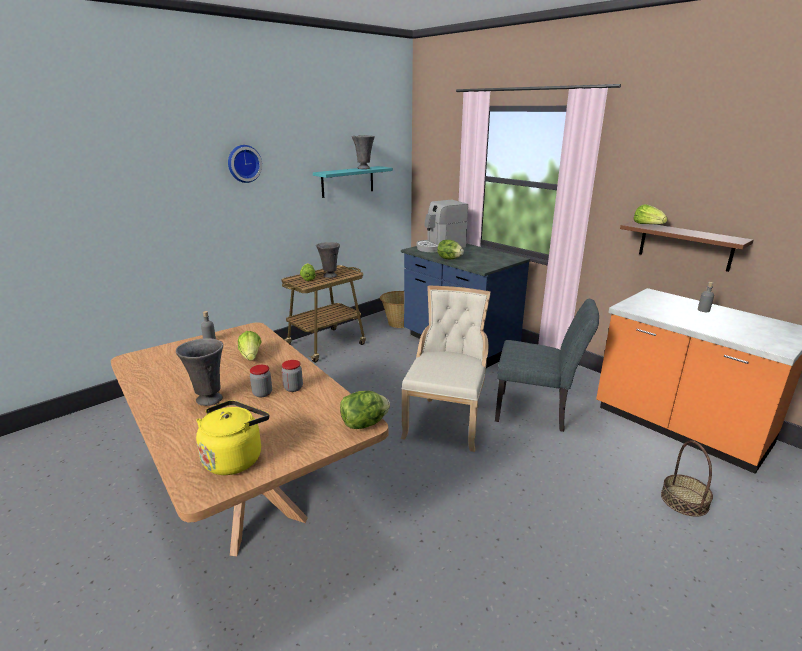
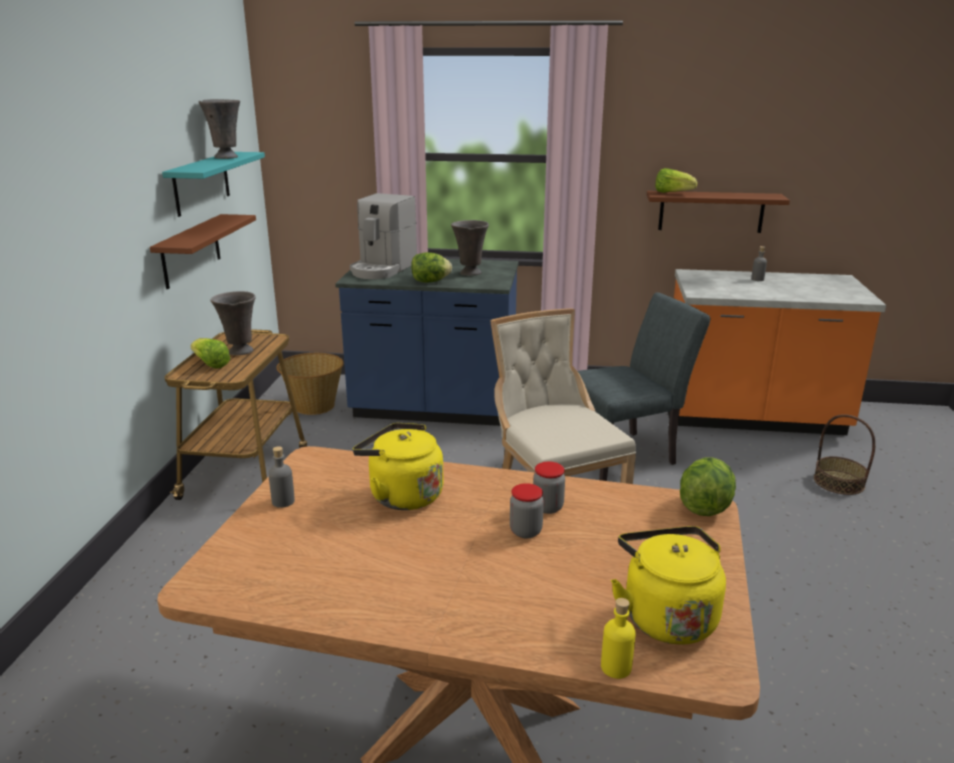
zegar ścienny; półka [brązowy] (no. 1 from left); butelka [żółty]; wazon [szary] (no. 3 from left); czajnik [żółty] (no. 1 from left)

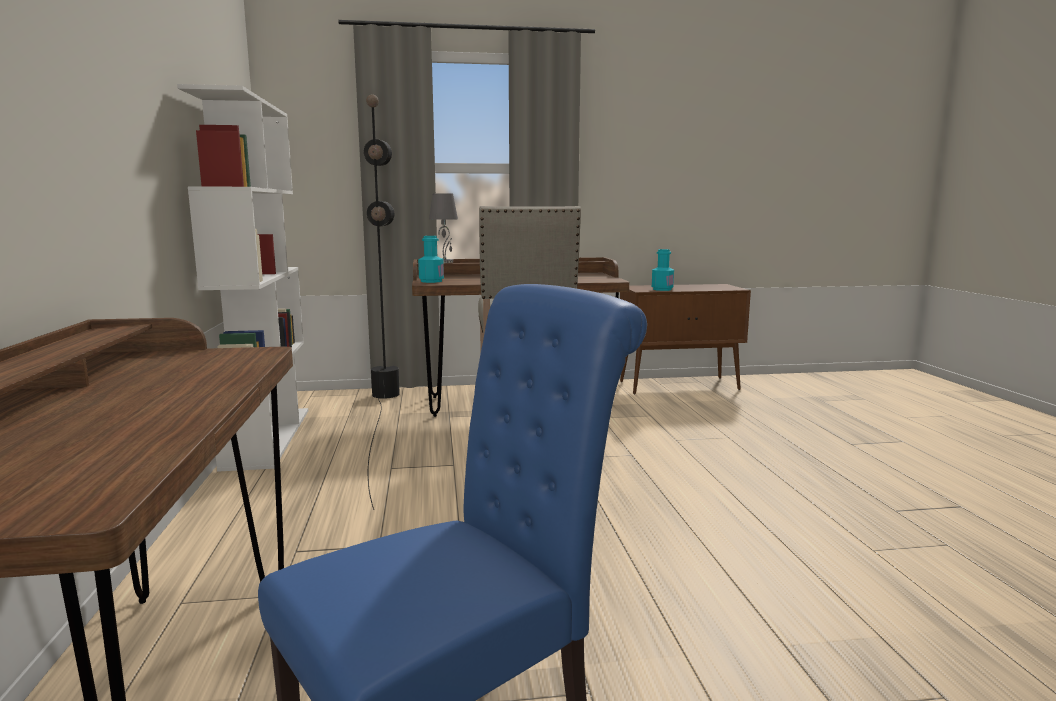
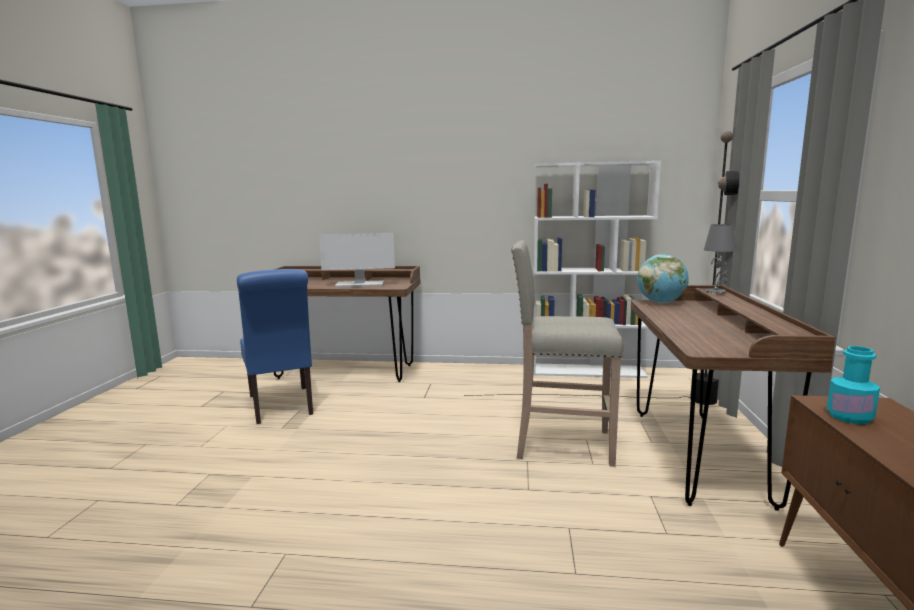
monitor; globus

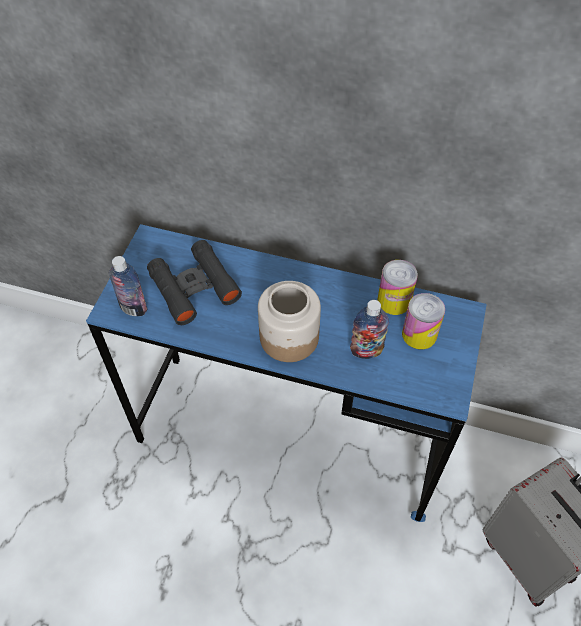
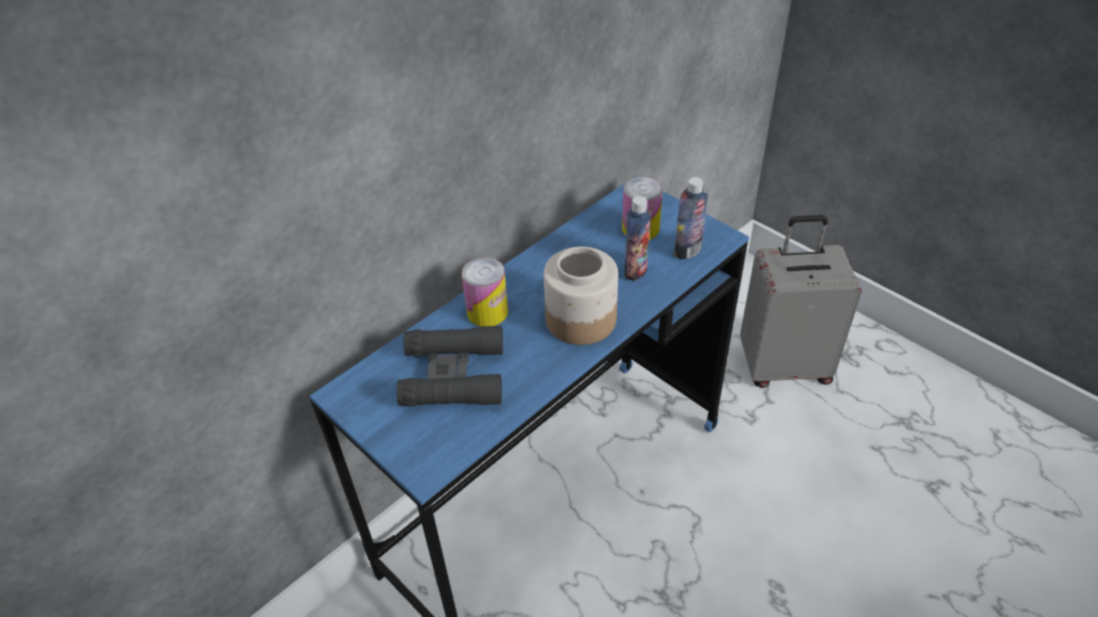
butelka (no. 2 from left); puszka (no. 1 from left)

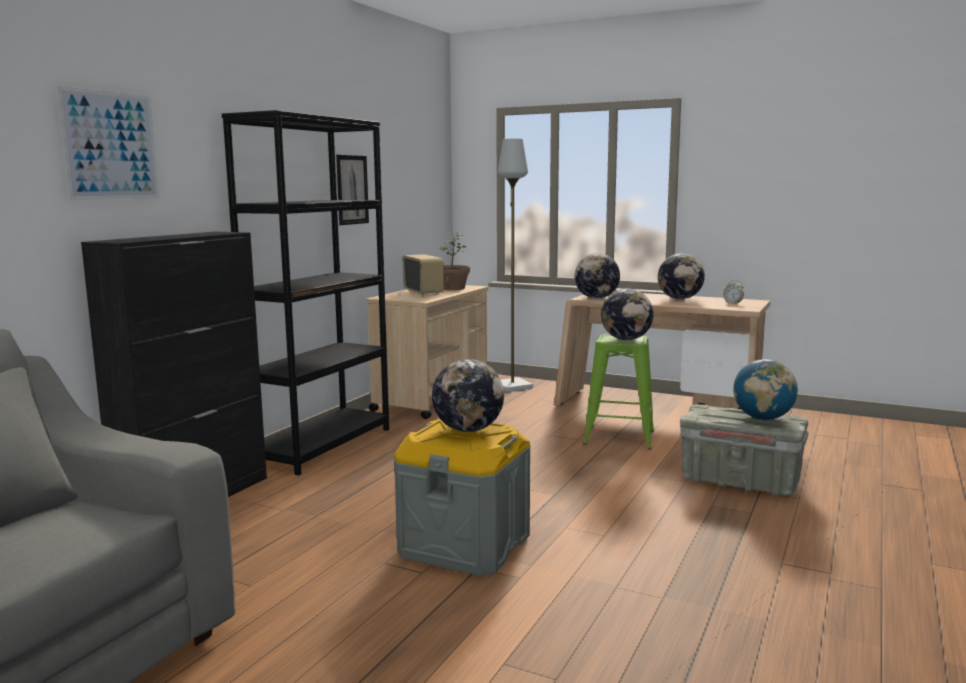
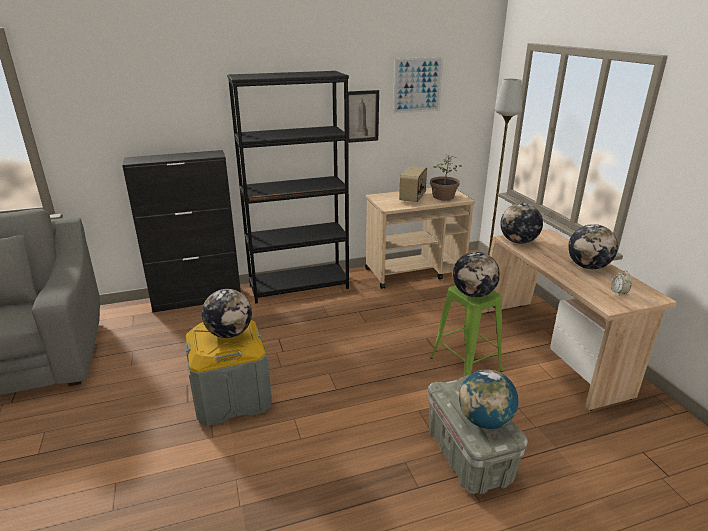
obraz (no. 2 from left)

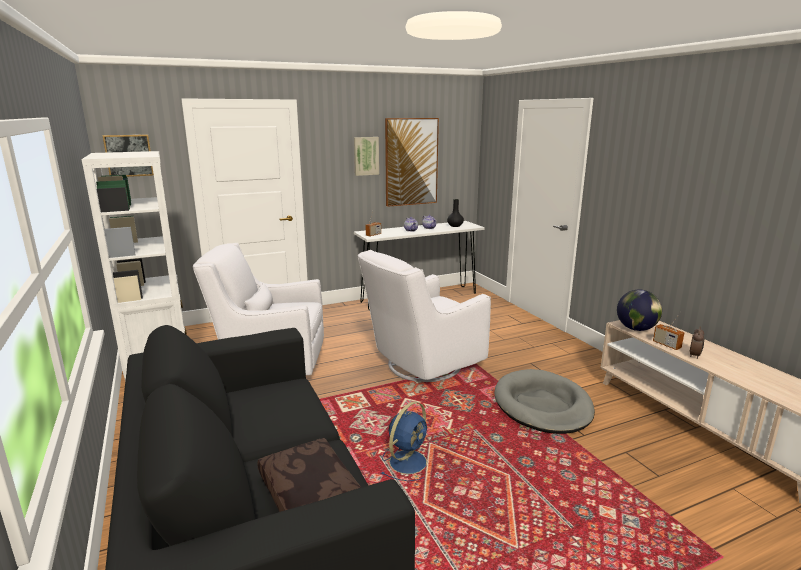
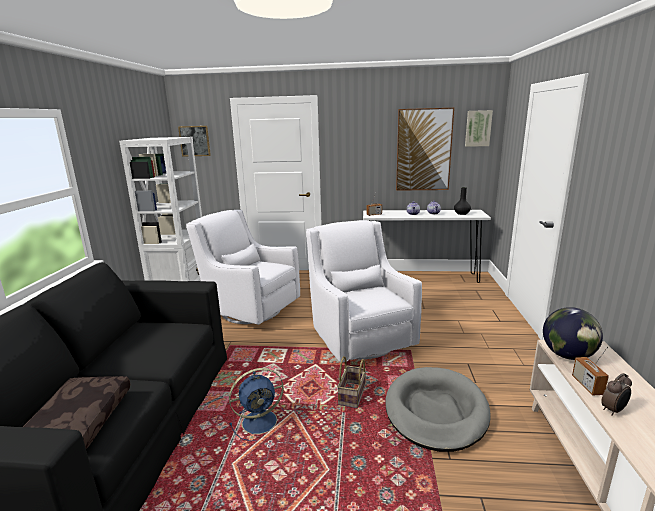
koszyk; obraz (no. 3 from left); fotel [biały] (no. 2 from left)

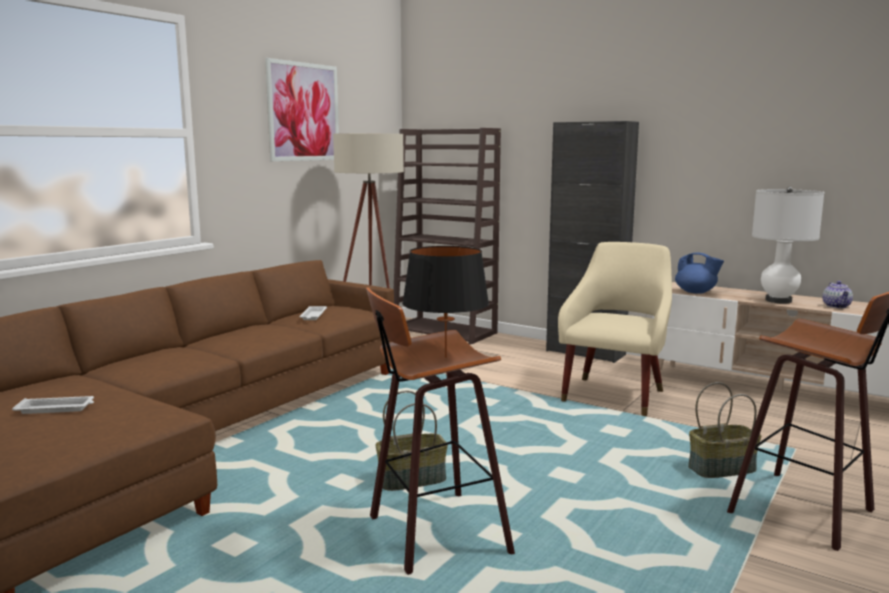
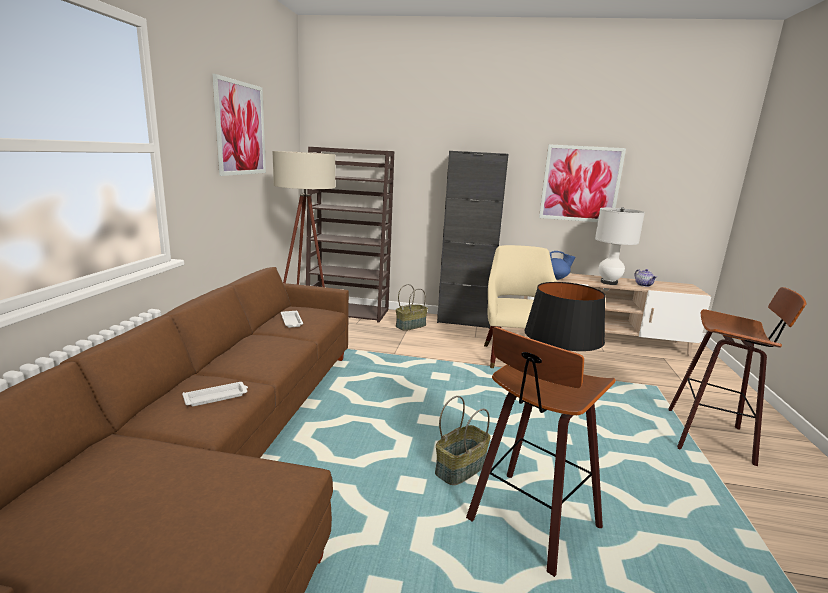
obraz (no. 2 from left); taca [biały] (no. 1 from left); koszyk (no. 1 from left)

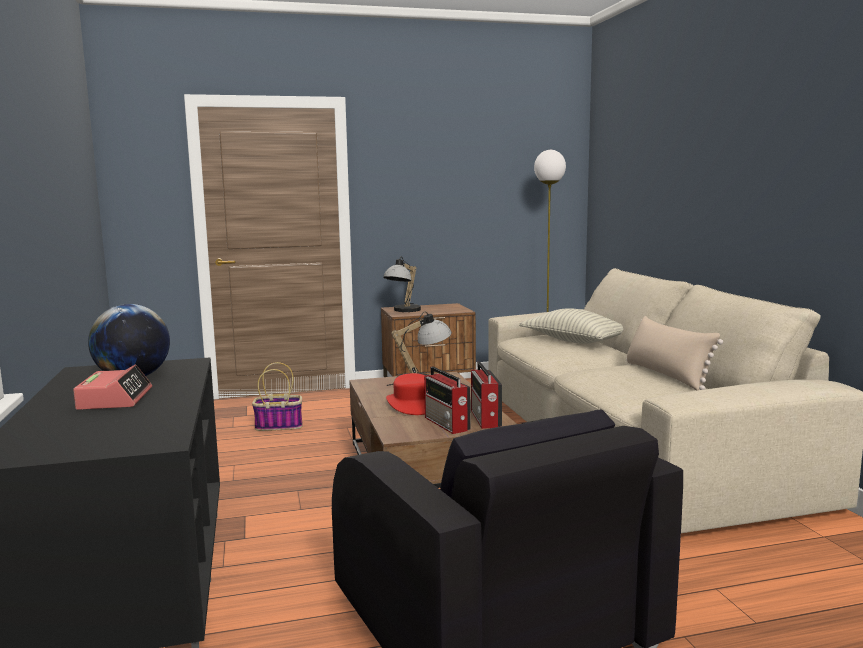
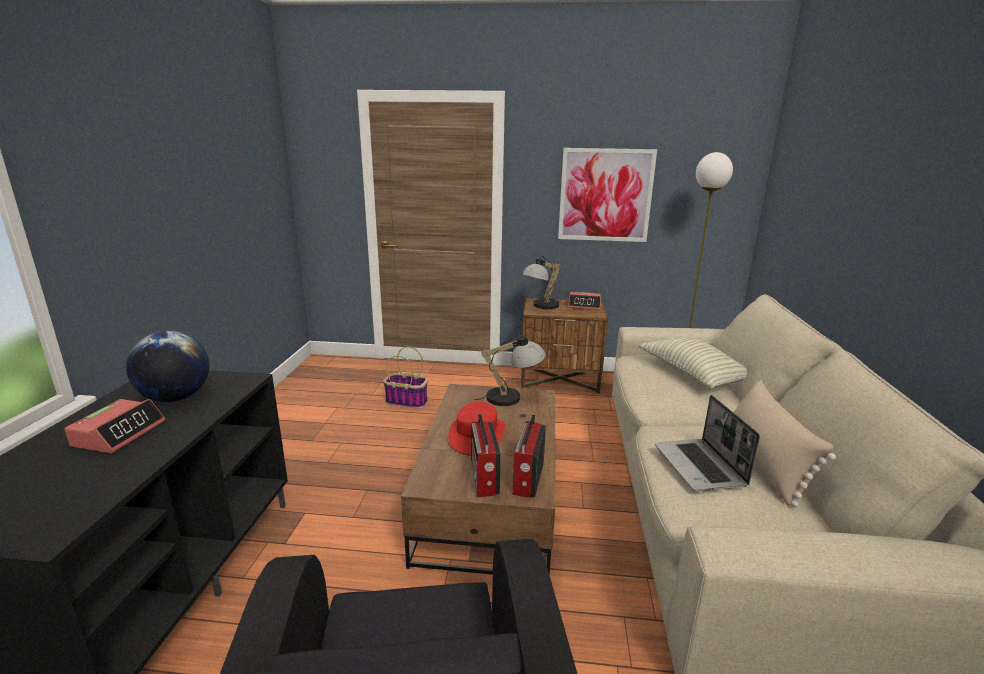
obraz; budzik (no. 2 from left); laptop

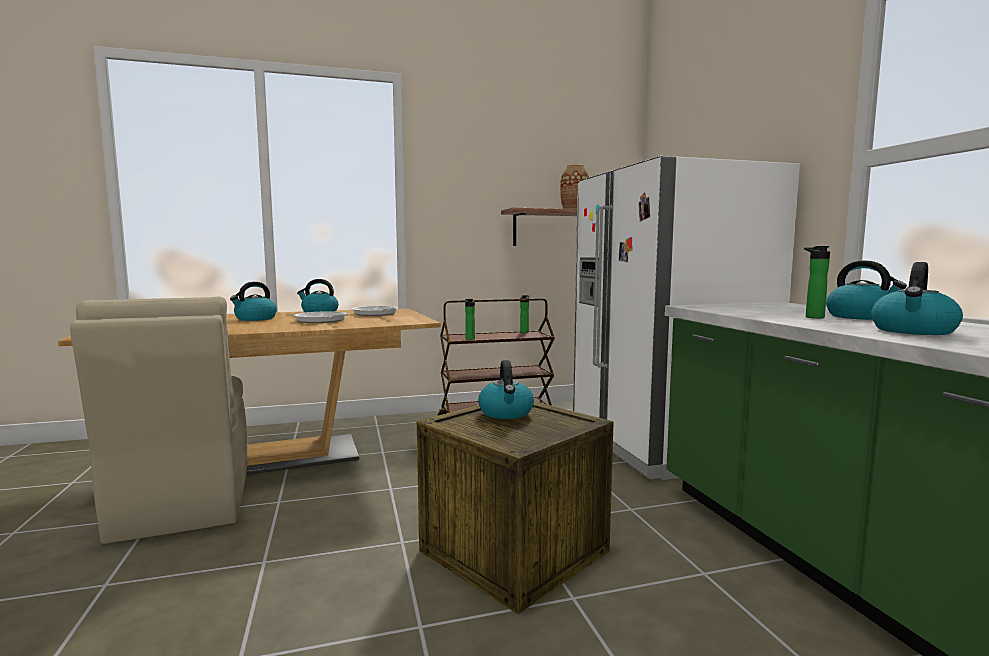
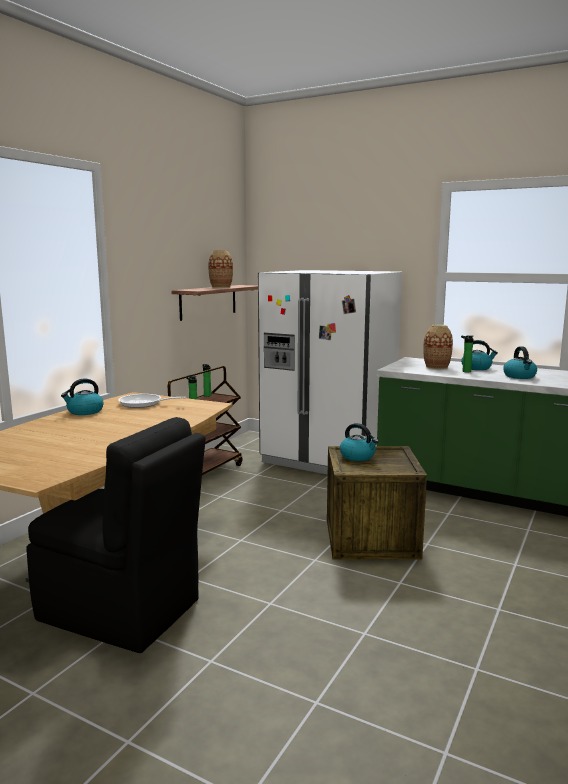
czajnik (no. 1 from left in the first image); patelnia (no. 1 from left in the first image); wazon (no. 2 from left); krzesło [czarny]

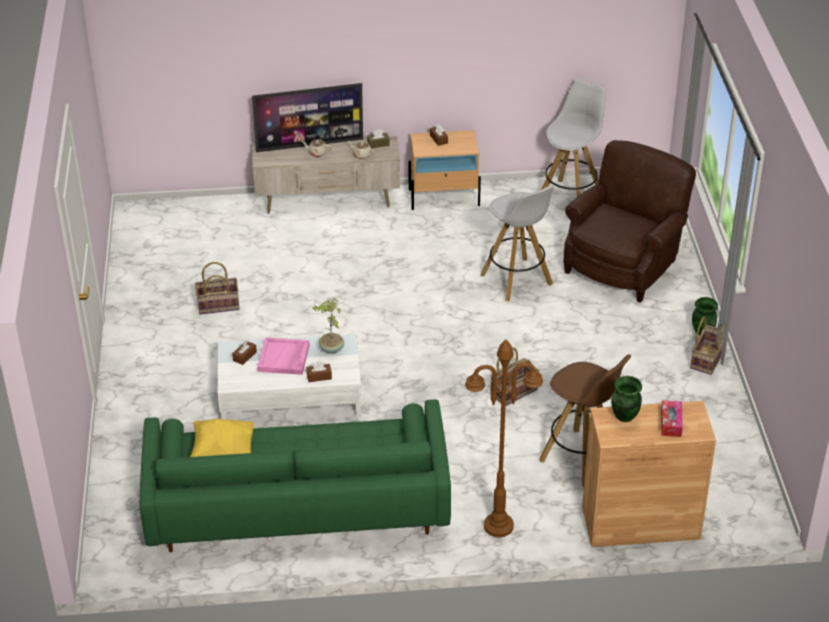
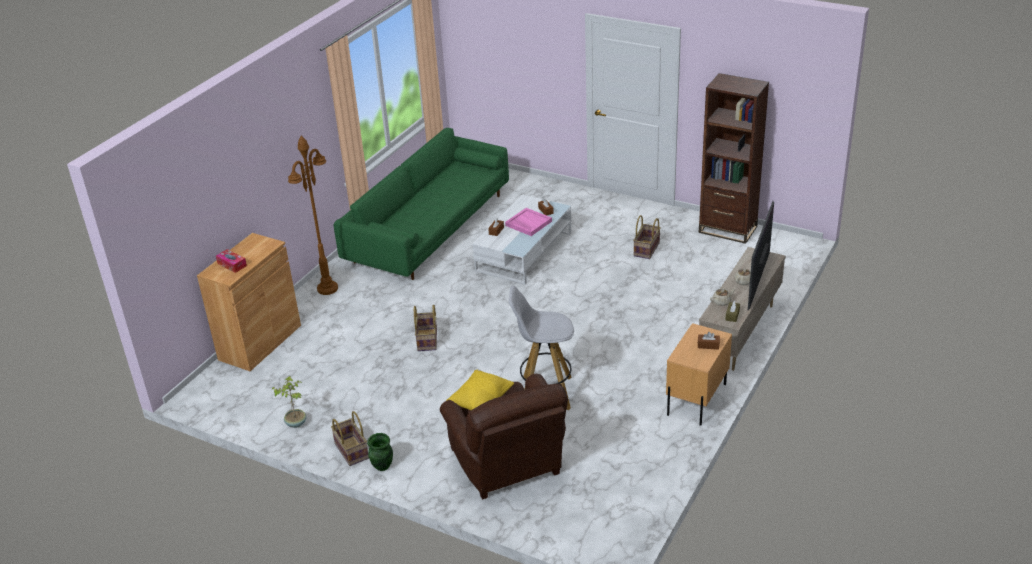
stołek [brązowy]; stołek [biały] (no. 2 from left in the first image); wazon [zielony] (no. 1 from left in the first image); regał [brązowy]; poduszka [żółty]; roślina doniczkowa

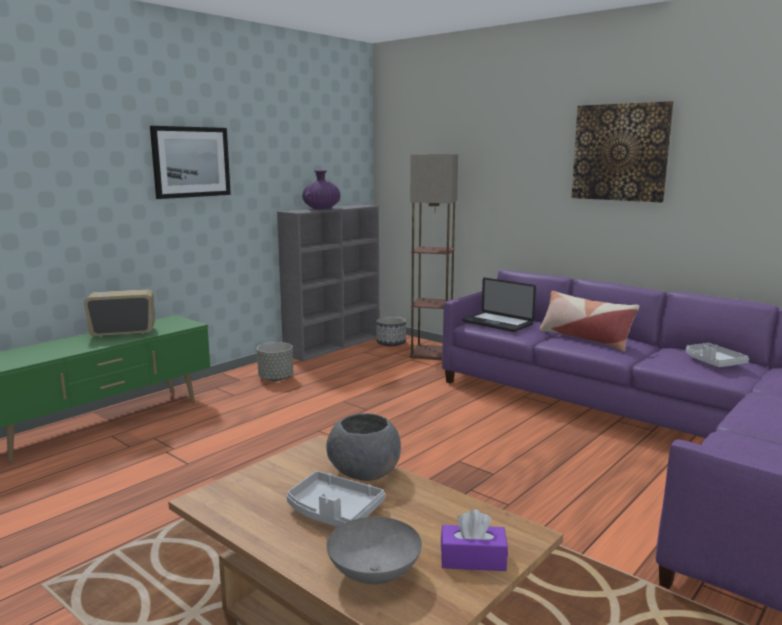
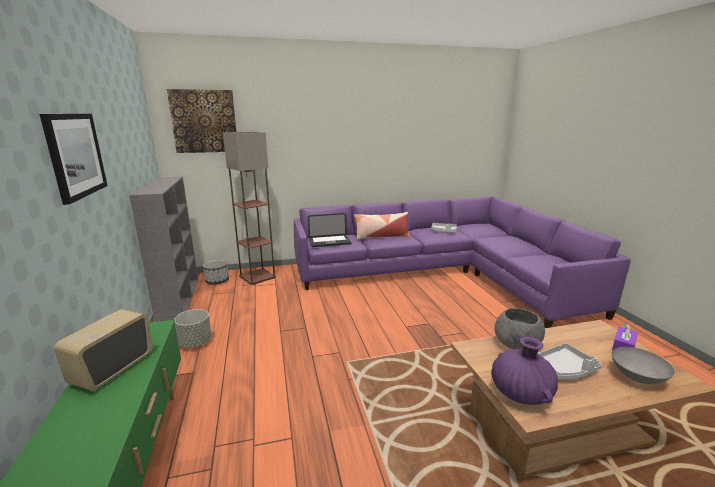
wazon [fioletowy]; obraz (no. 2 from left)

